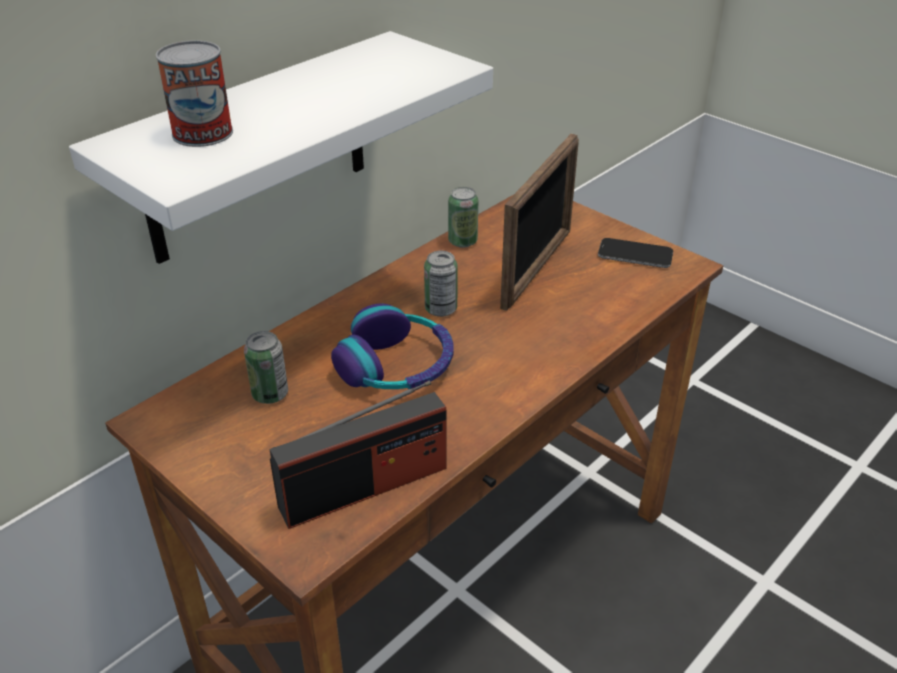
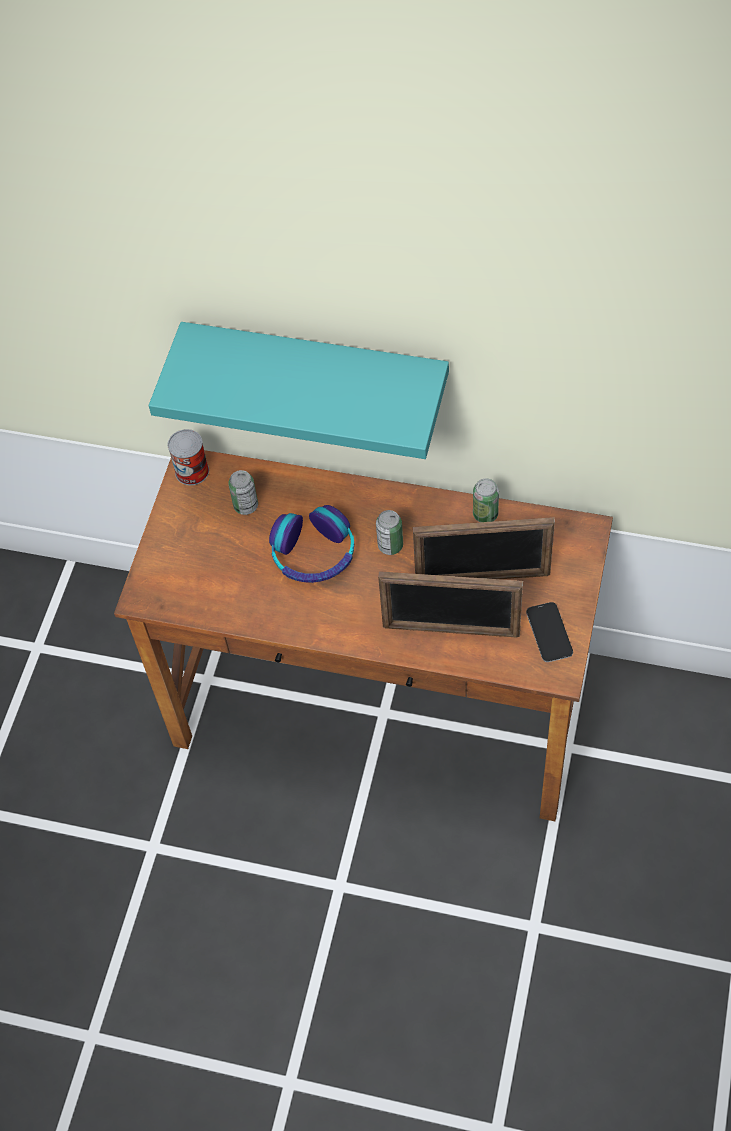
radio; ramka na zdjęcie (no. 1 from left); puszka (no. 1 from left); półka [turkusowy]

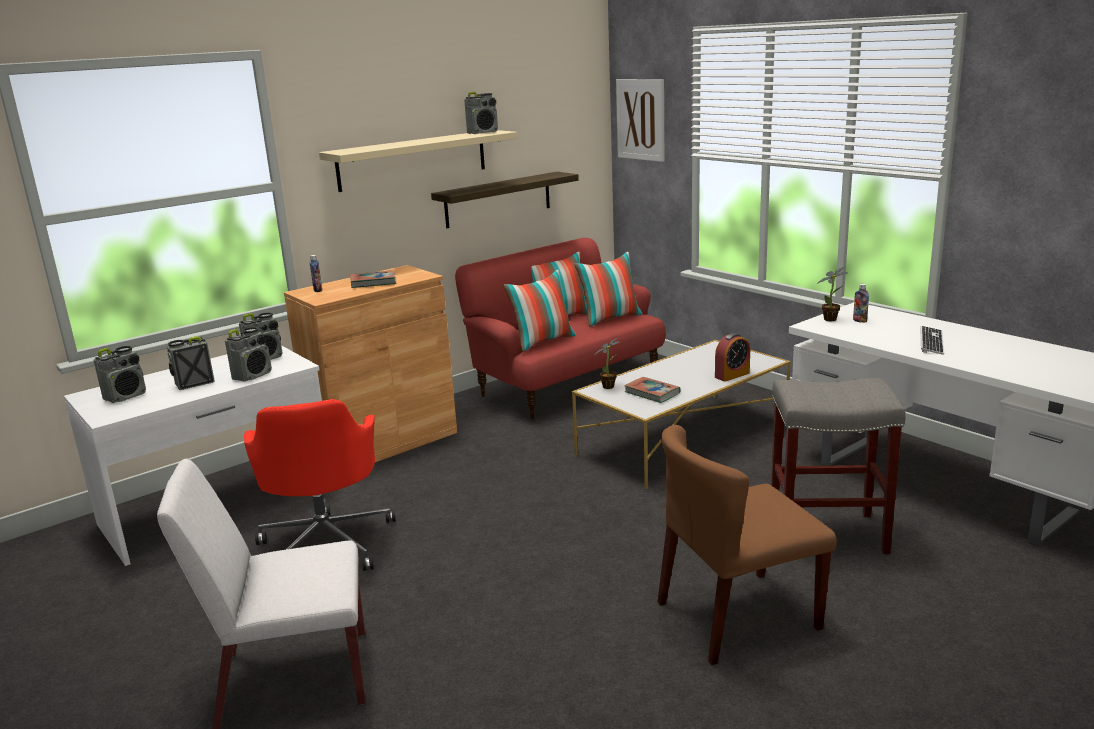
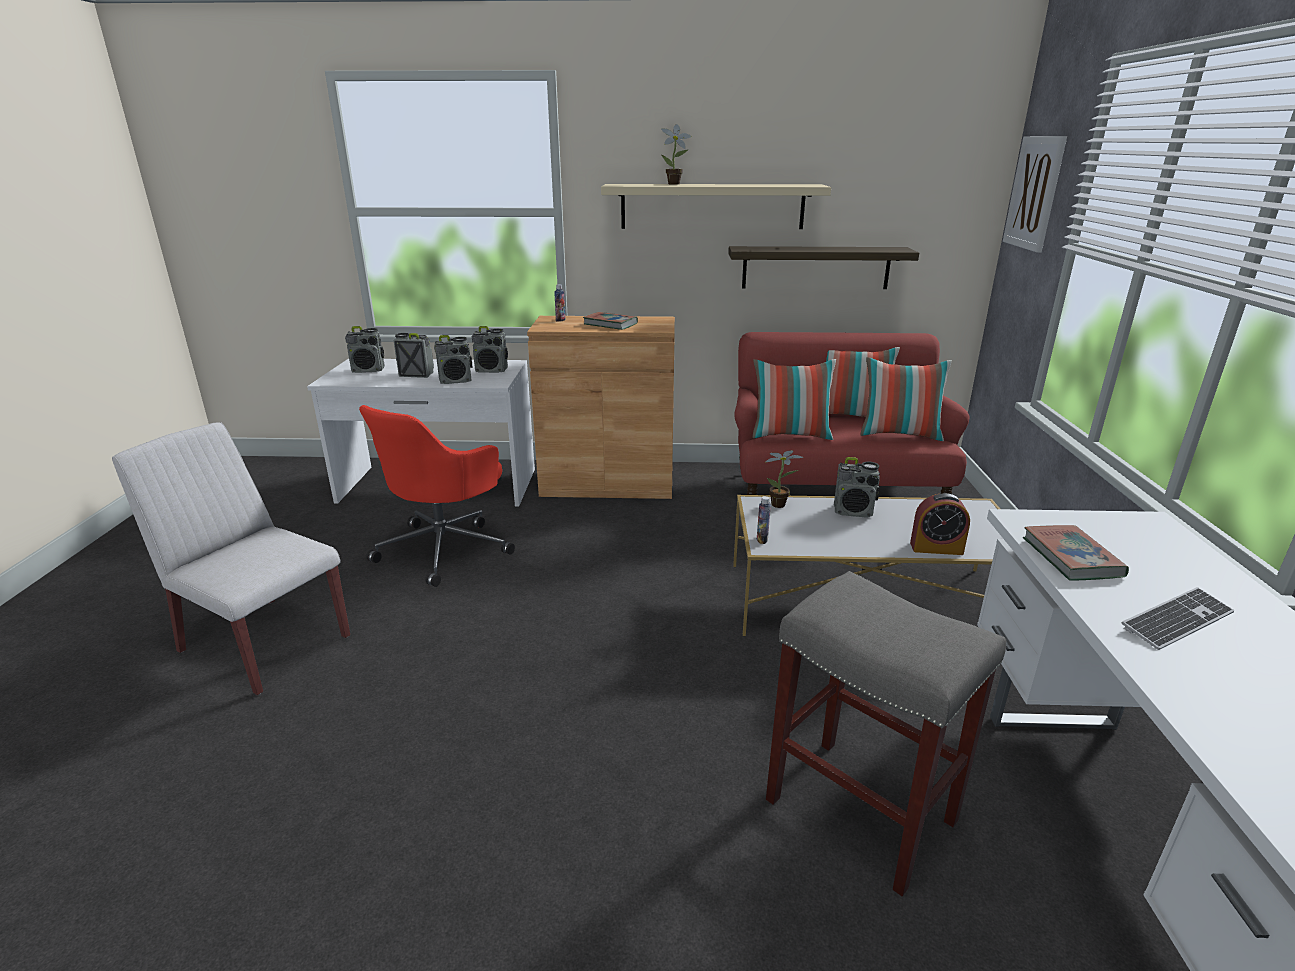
krzesło [brązowy]; radio (no. 5 from left); książka (no. 2 from left); roślina doniczkowa (no. 1 from left); butelka (no. 2 from left)

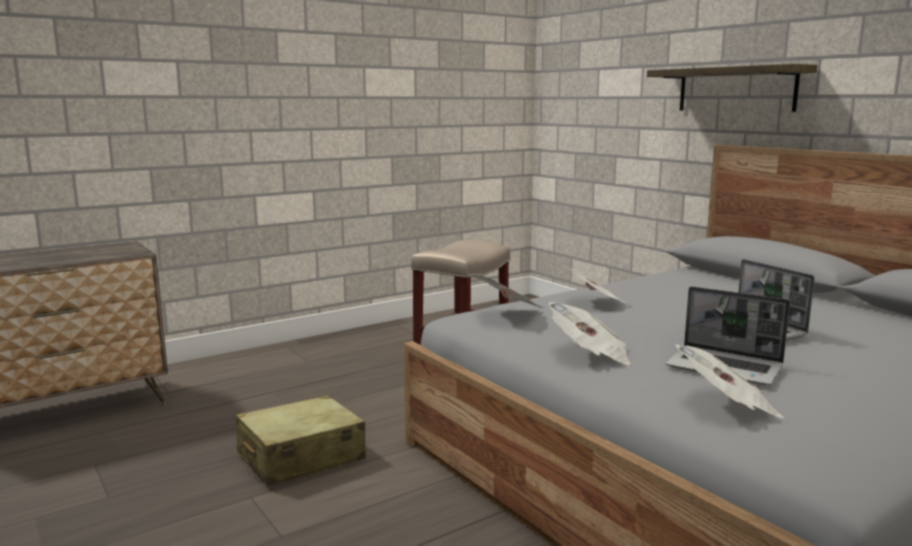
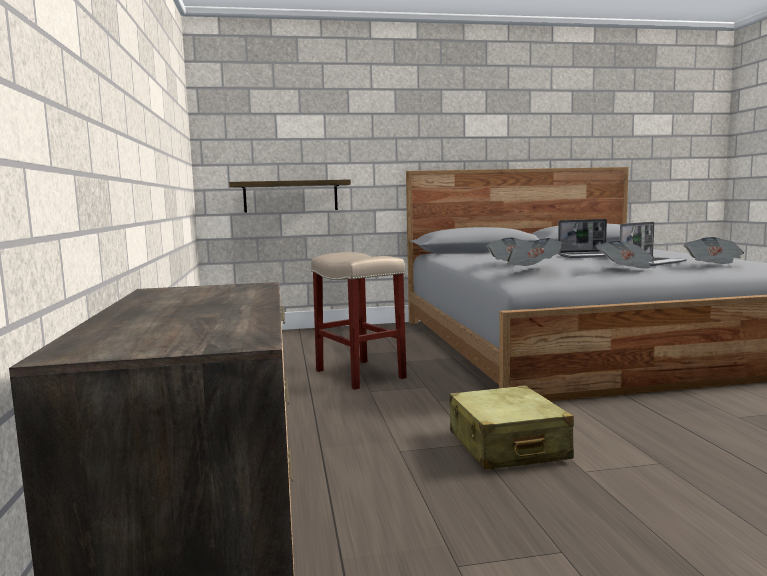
półka

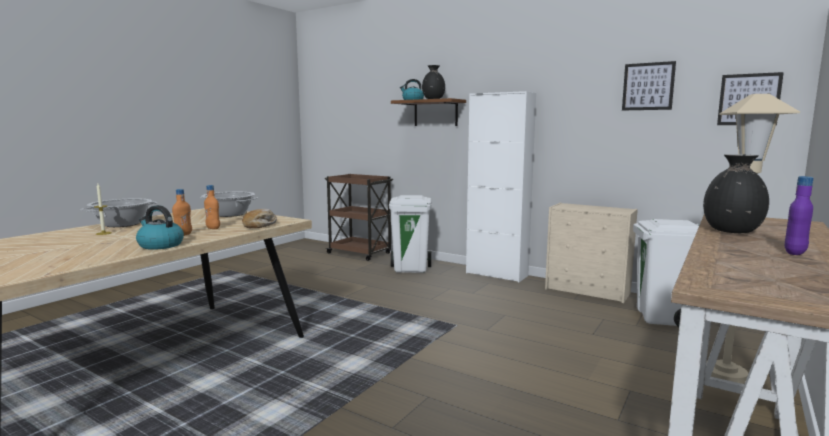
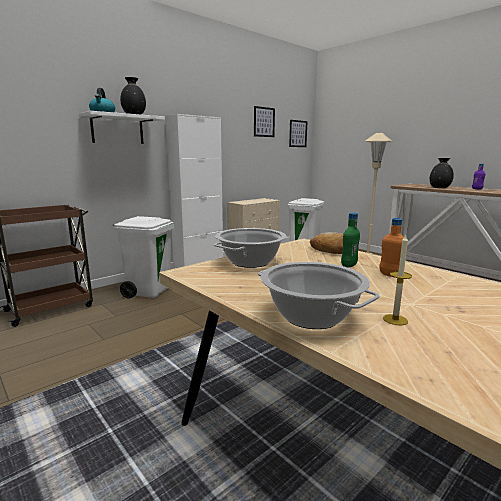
czajnik (no. 1 from left in the first image); butelka [zielony]; półka [biały]

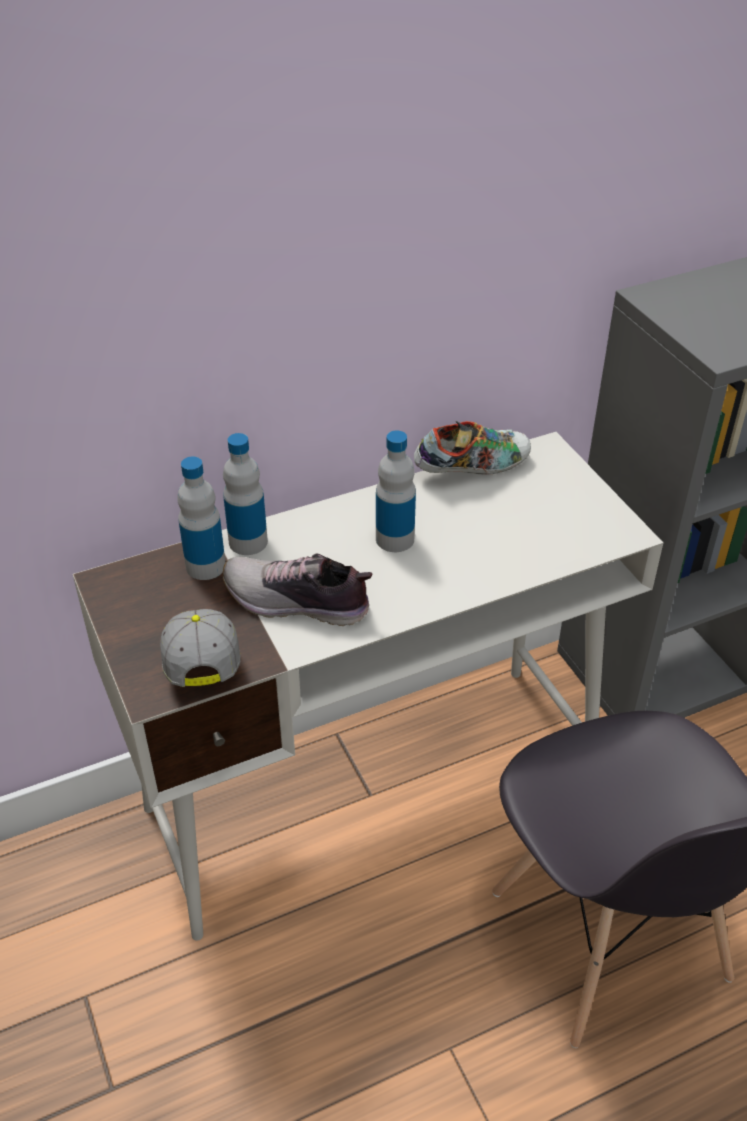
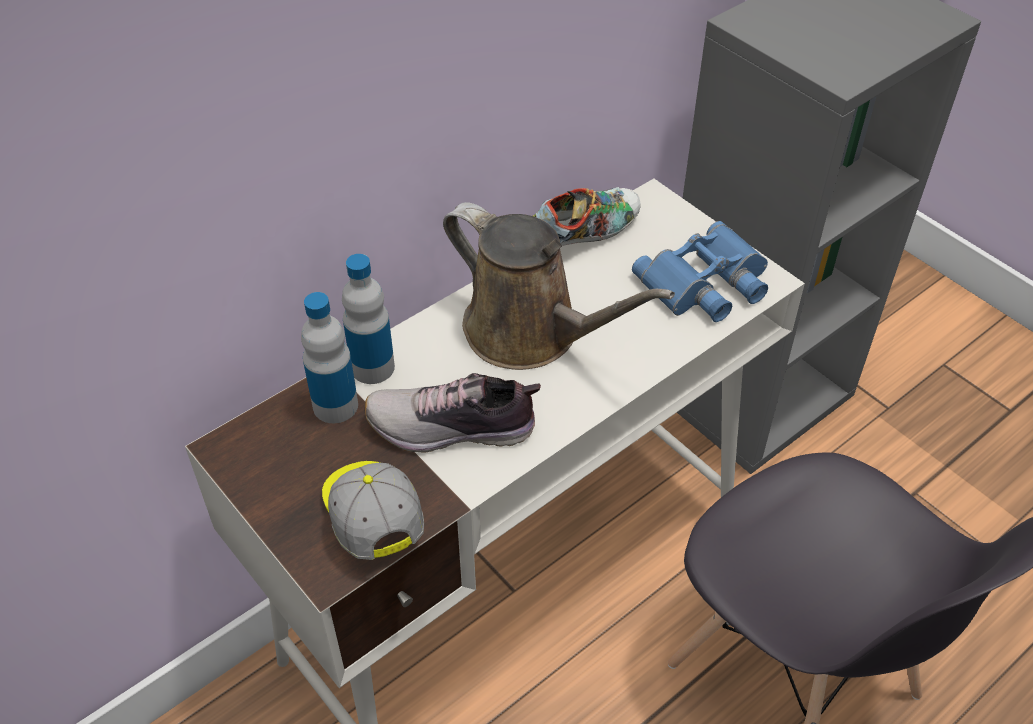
lornetka [niebieski]; konewka [brązowy]

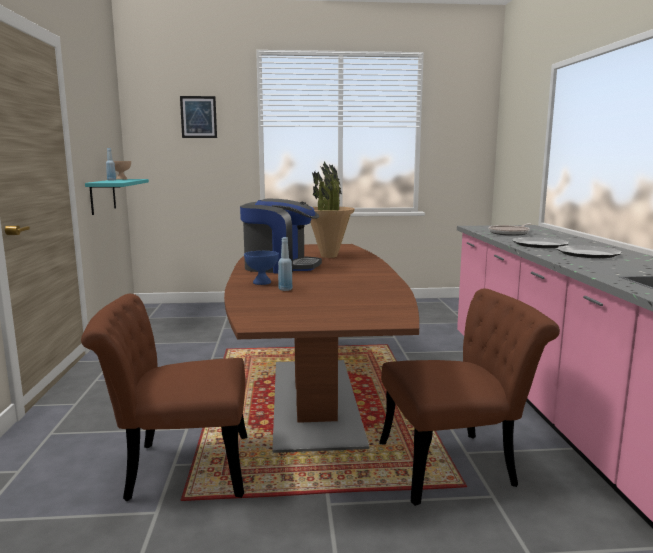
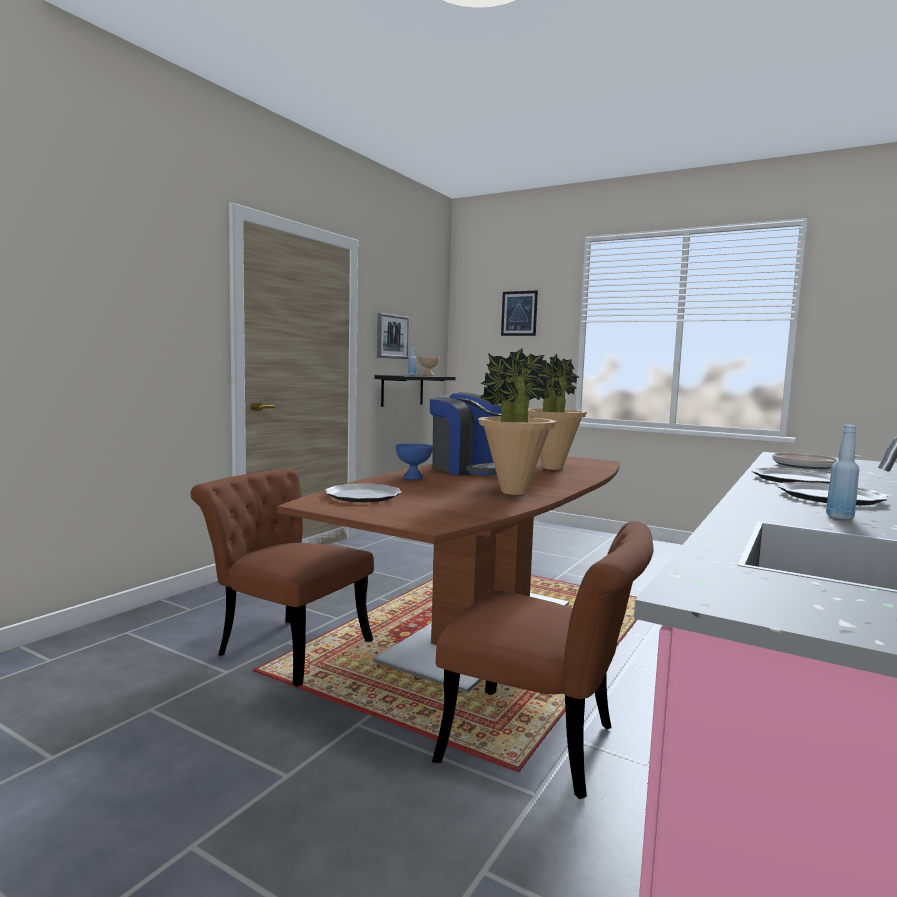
talerz (no. 1 from left); obraz (no. 1 from left); roślina doniczkowa (no. 1 from left); butelka [niebieski] (no. 2 from left); półka [czarny]

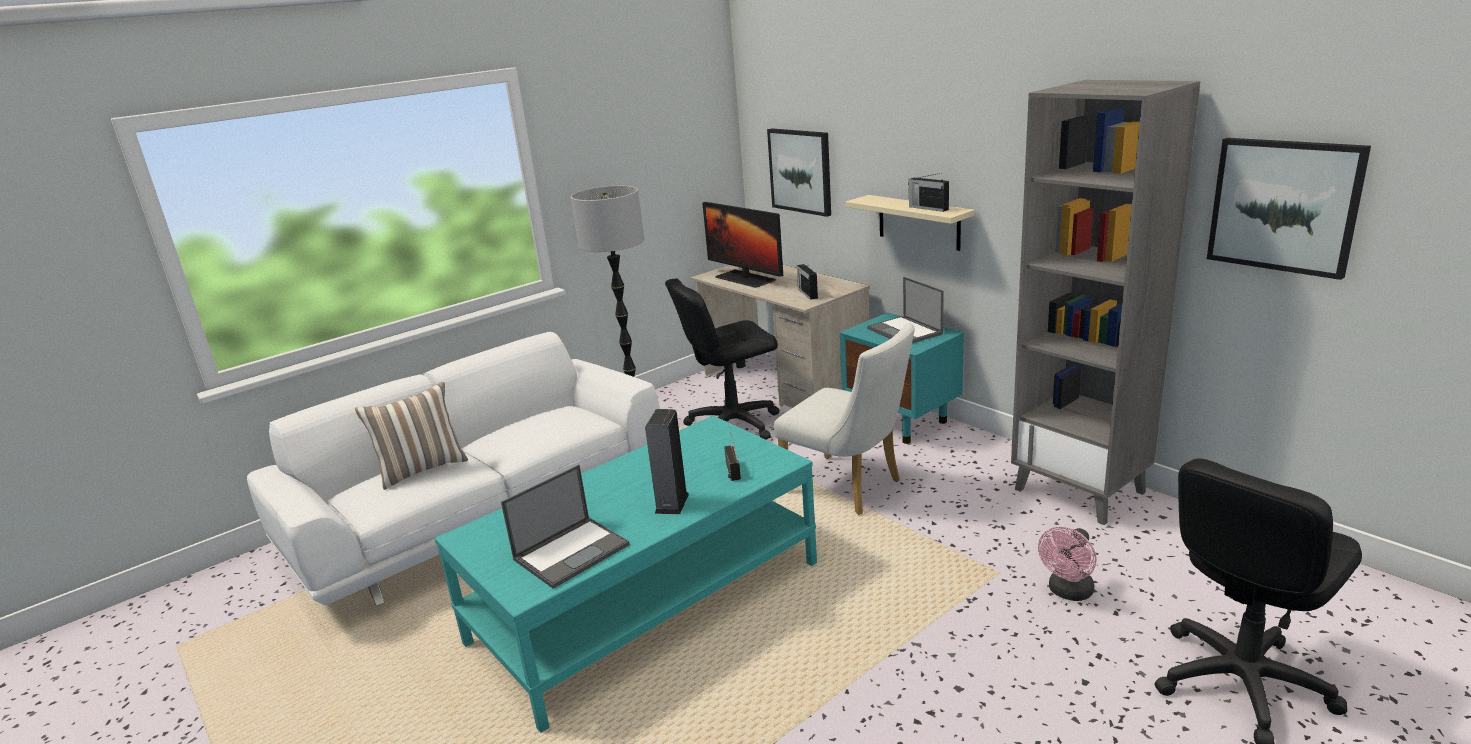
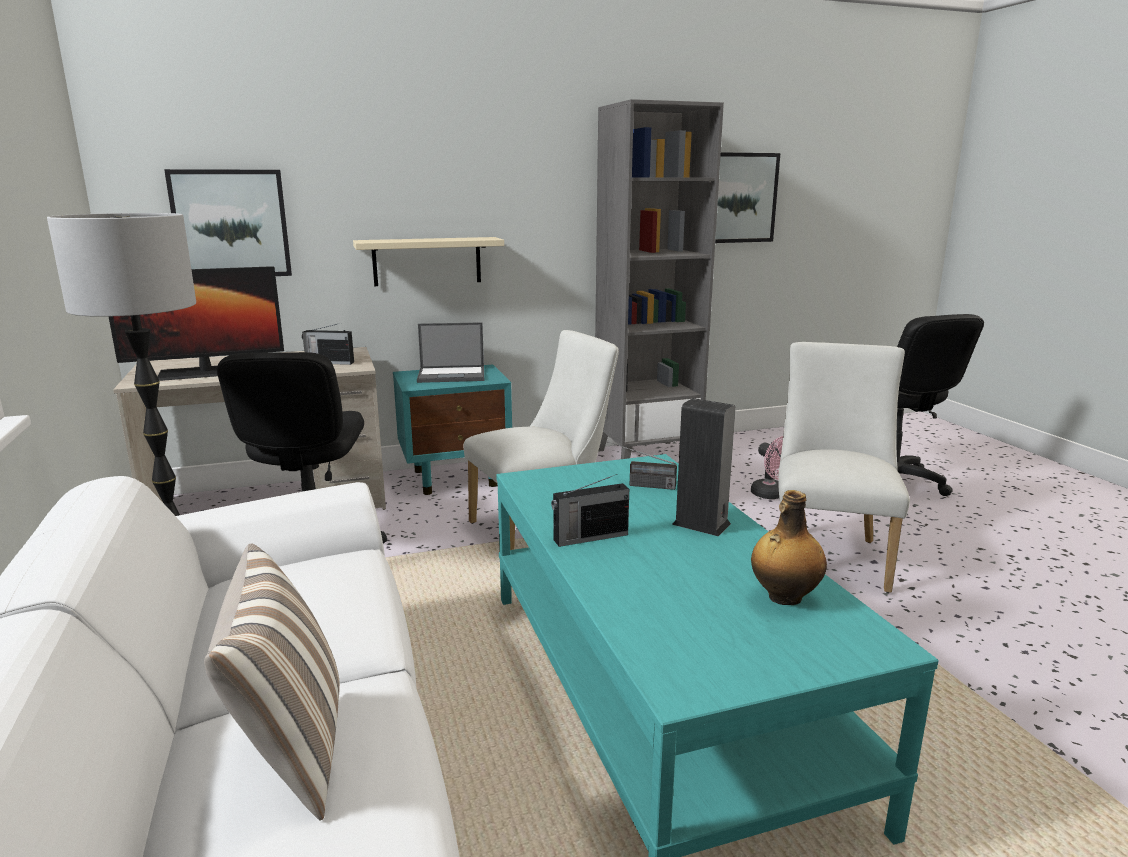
krzesło [biały] (no. 2 from left); radio (no. 2 from left); butelka

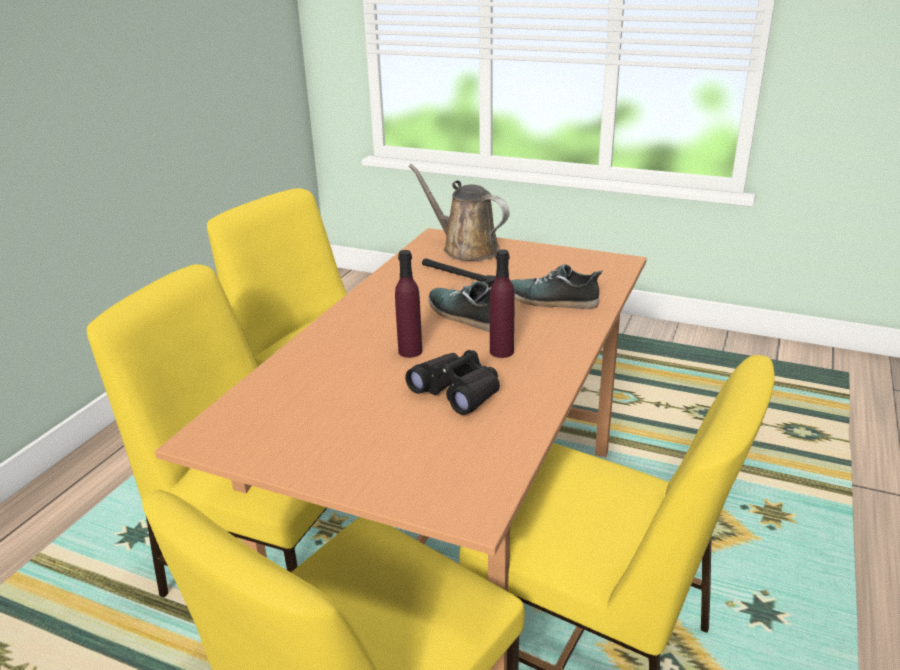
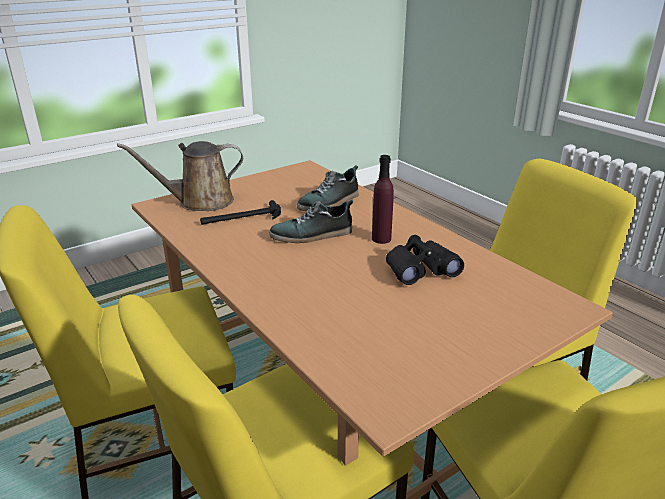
butelka [fioletowy] (no. 1 from left in the first image)

